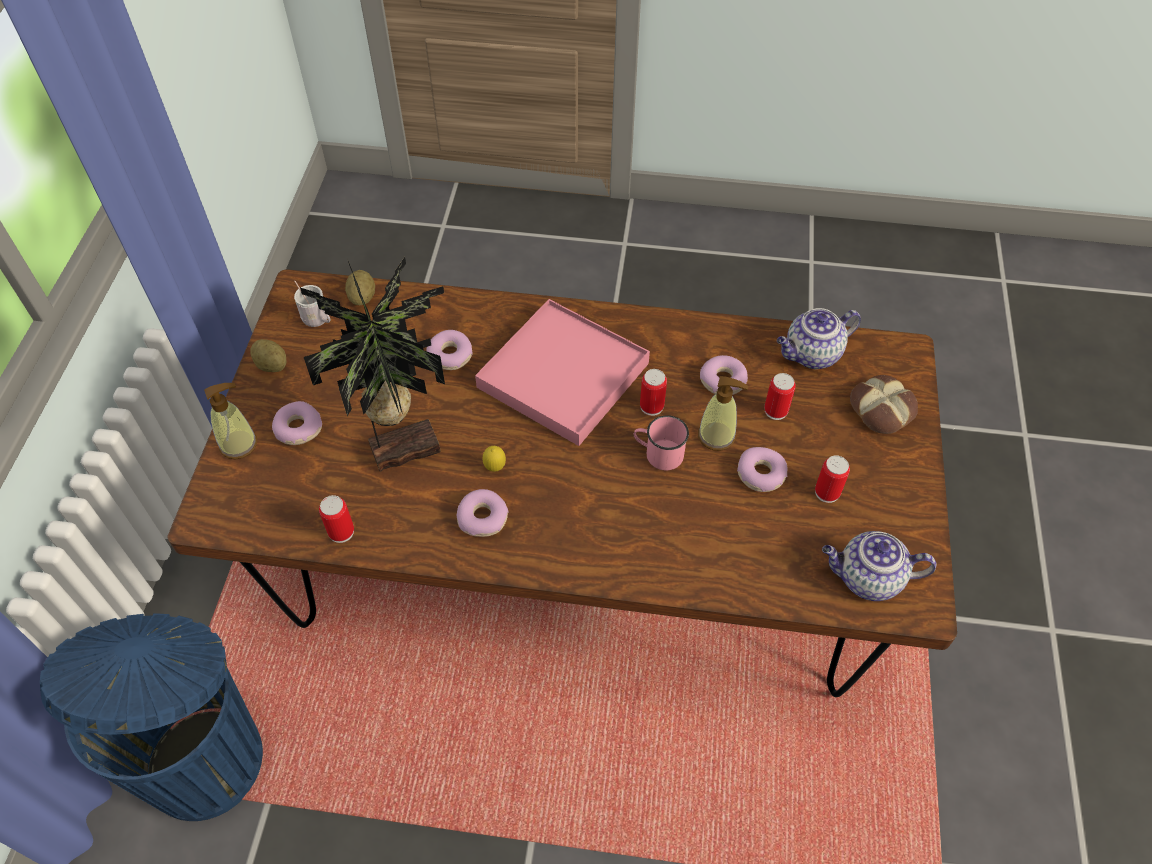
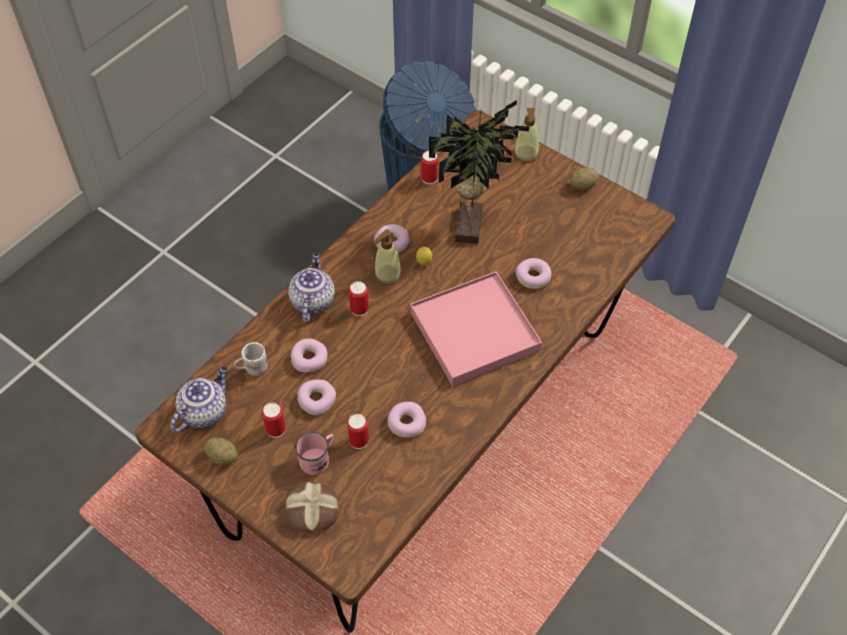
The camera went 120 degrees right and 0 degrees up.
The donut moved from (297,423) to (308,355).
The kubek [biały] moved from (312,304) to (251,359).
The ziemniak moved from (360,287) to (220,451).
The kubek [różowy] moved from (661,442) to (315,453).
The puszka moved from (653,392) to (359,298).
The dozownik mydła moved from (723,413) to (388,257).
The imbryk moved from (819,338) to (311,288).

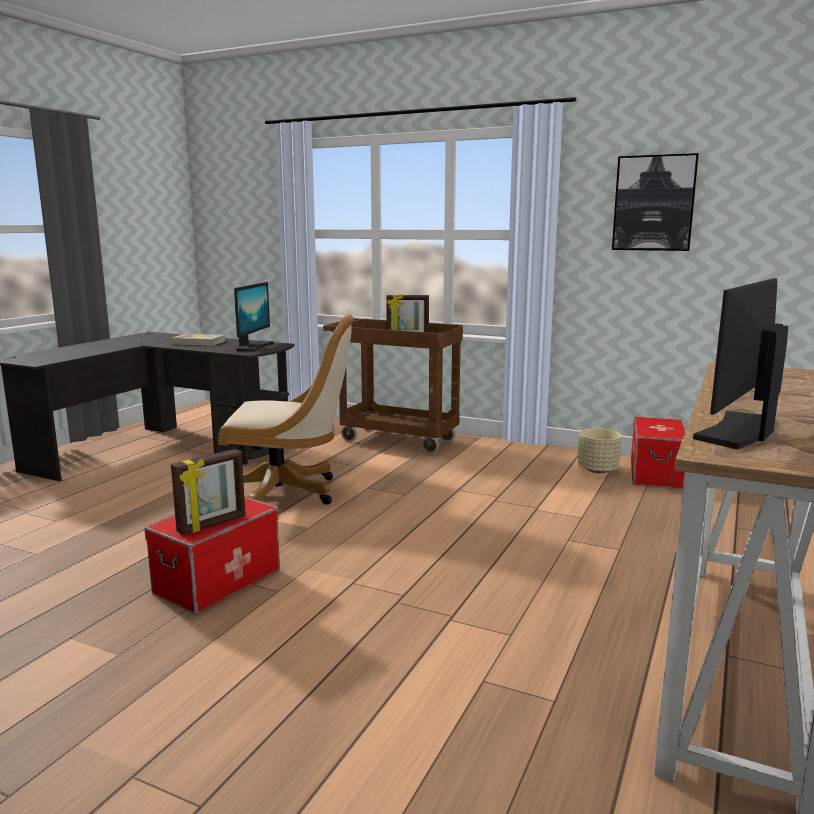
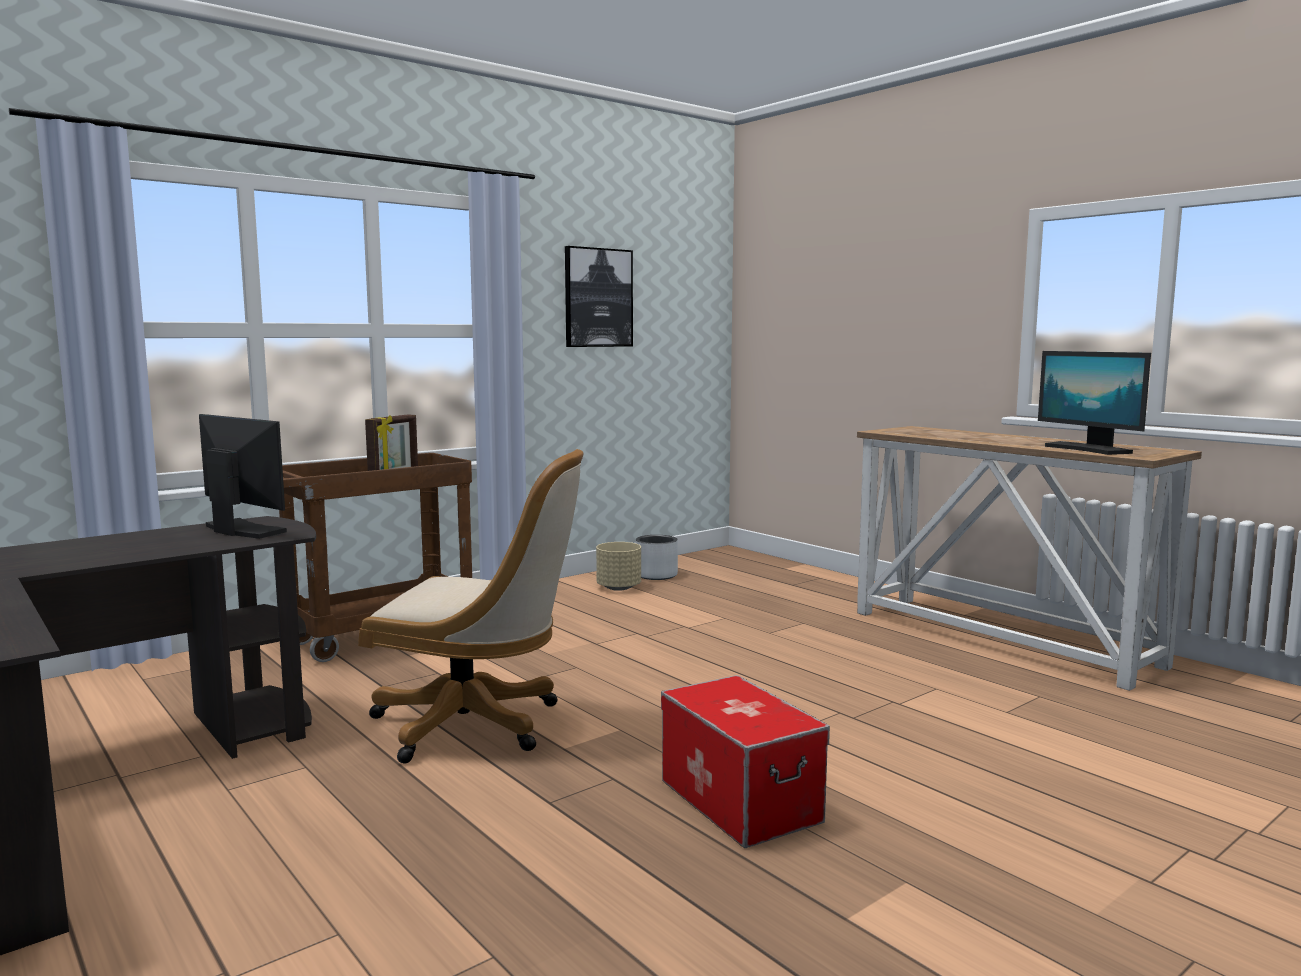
The camera went 65 degrees left and 5 degrees down.
The książka at (198,340) disappeared.
The ramka na zdjęcie at (208,492) disappeared.
The krzesło biurowe at (286,410) turned 75 degrees clockwise.
The pojemnik do przechowywania at (658,453) was replaced by the donica [szary] at (657,557).

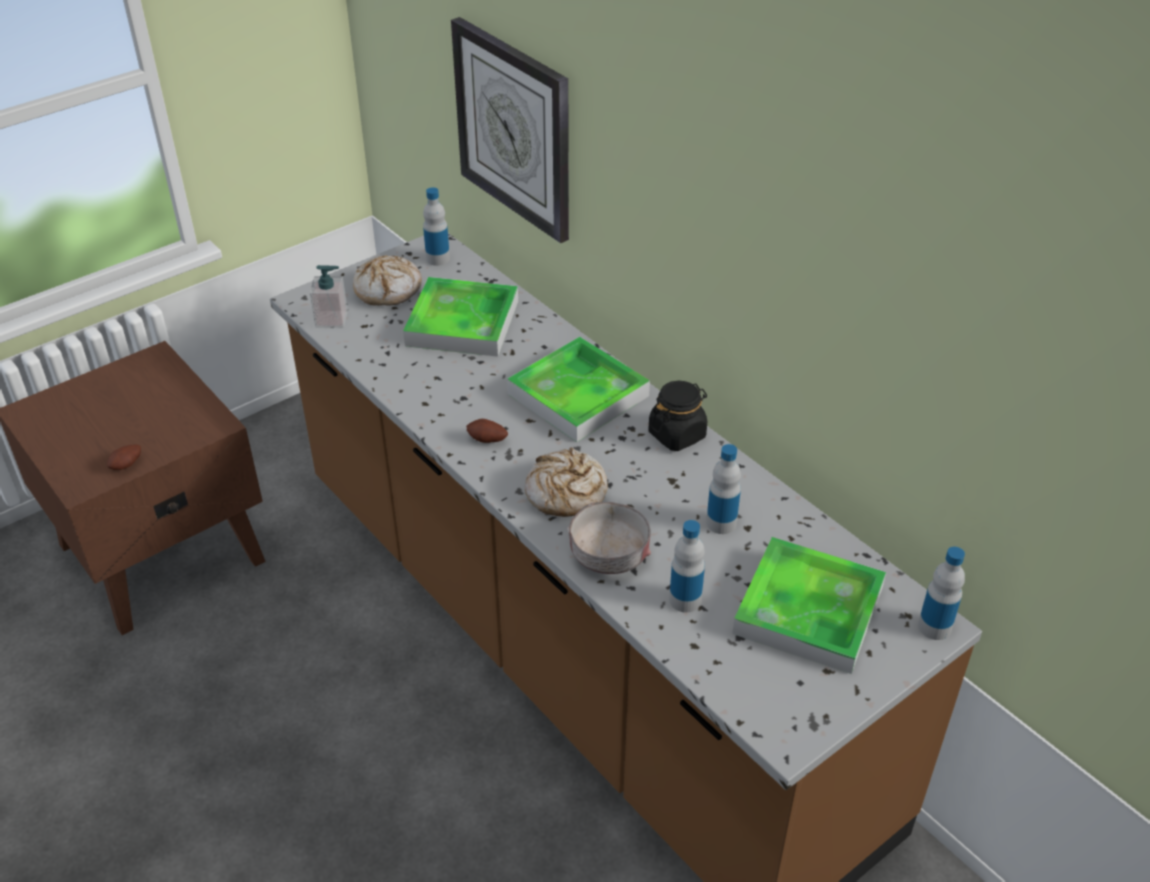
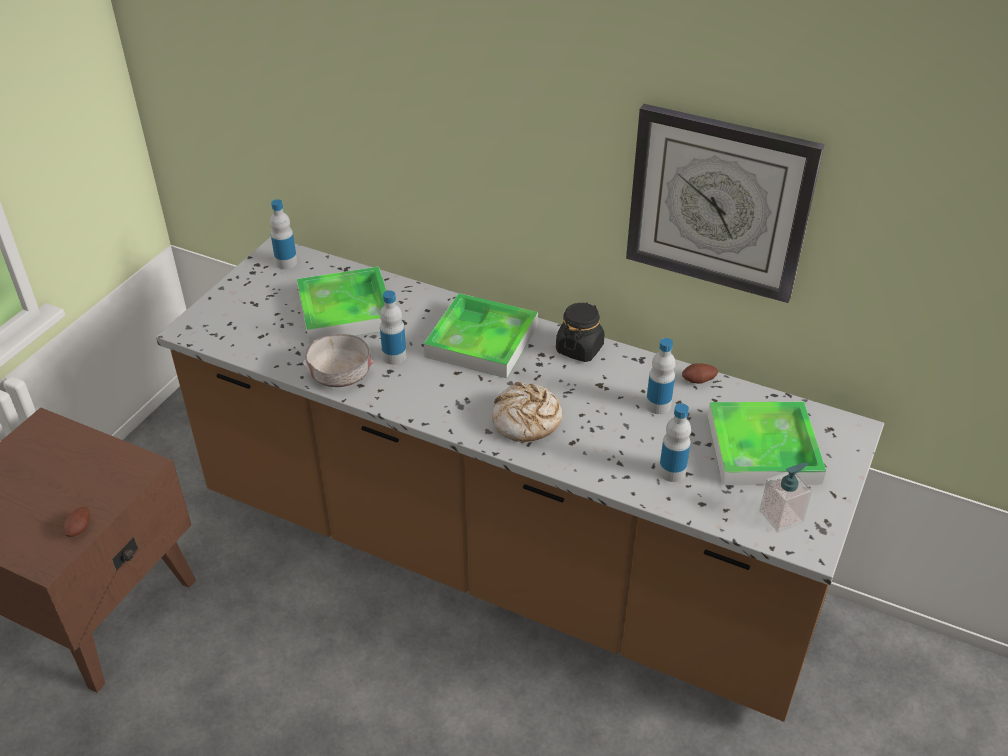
The camera went 25 degrees left and 0 degrees up.
The dozownik mydła moved from (329,296) to (785,497).
The chleb at (387,280) disappeared.
The zegar ścienny moved from (510,130) to (725,203).
The ziemniak moved from (487,431) to (700,373).
The miska [szary] moved from (609,538) to (338,360).
The butelka moved from (941,593) to (393,327).

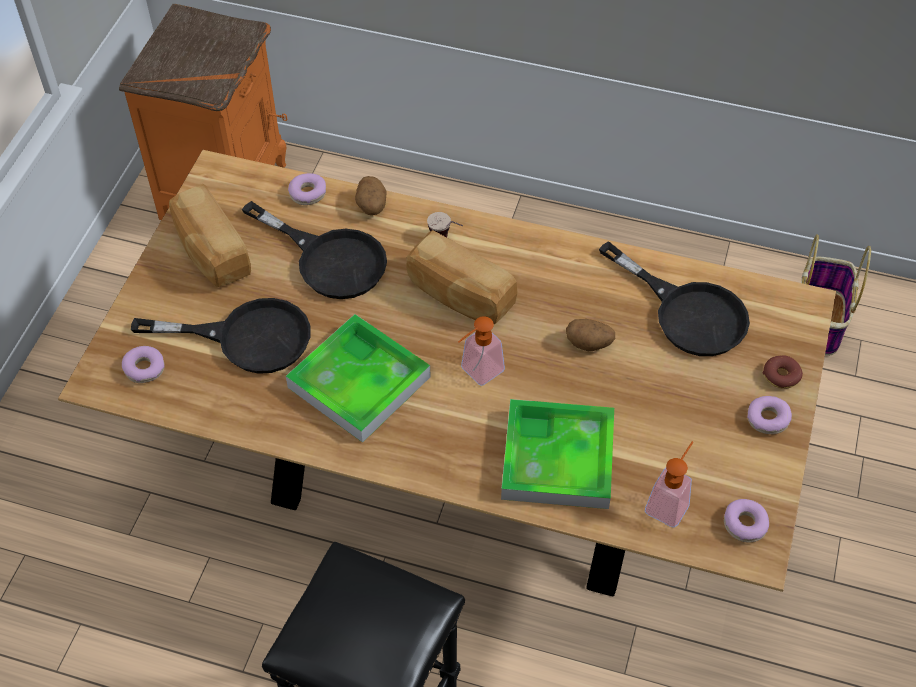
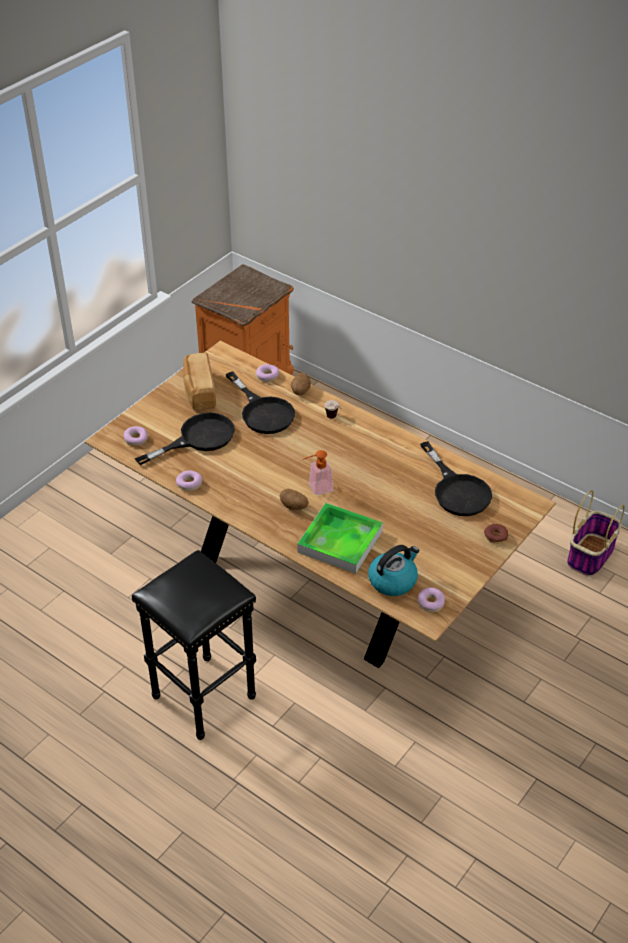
The camera went 20 degrees right and 10 degrees down.
The patelnia [czarny] at (221,336) turned 60 degrees counterclockwise.
The taca at (358,378) disappeared.
The chleb at (461,277) disappeared.
The ziemniak moved from (590,335) to (294,499).
The dozownik mydła at (669,484) was replaced by the czajnik at (393,570).
The donut moved from (769,415) to (189,481).

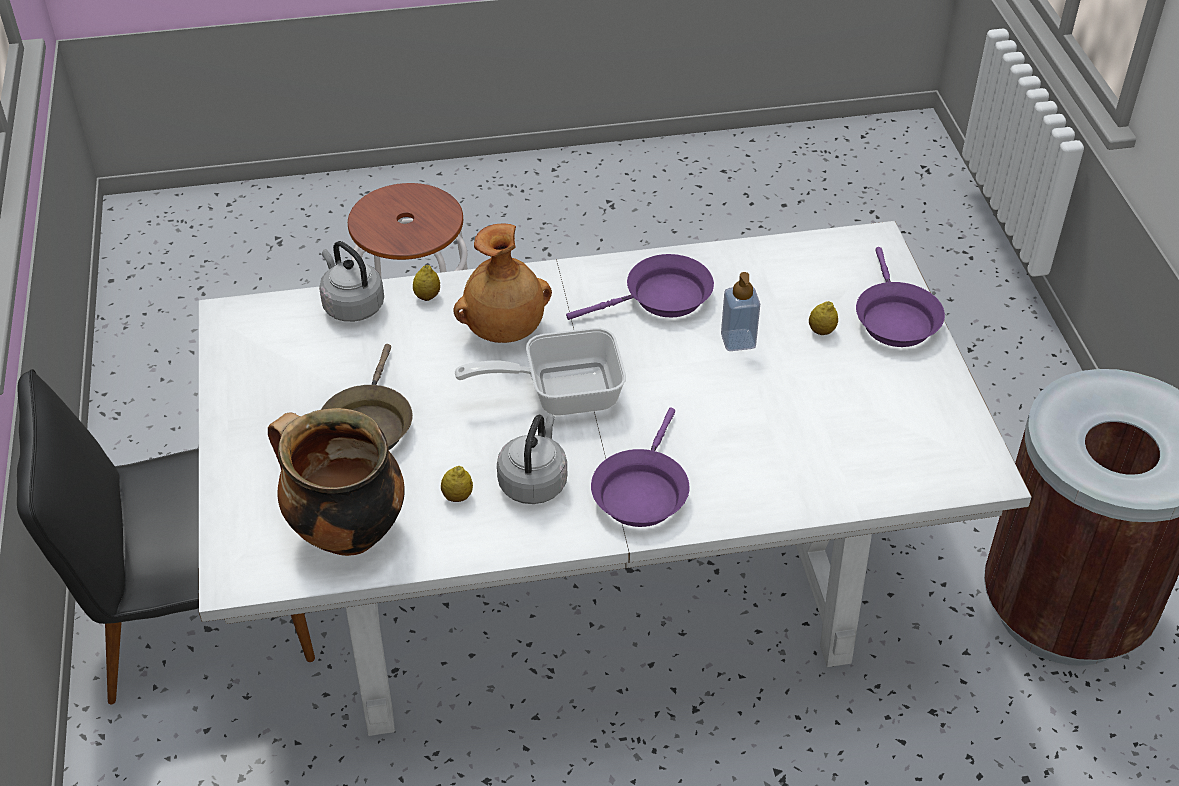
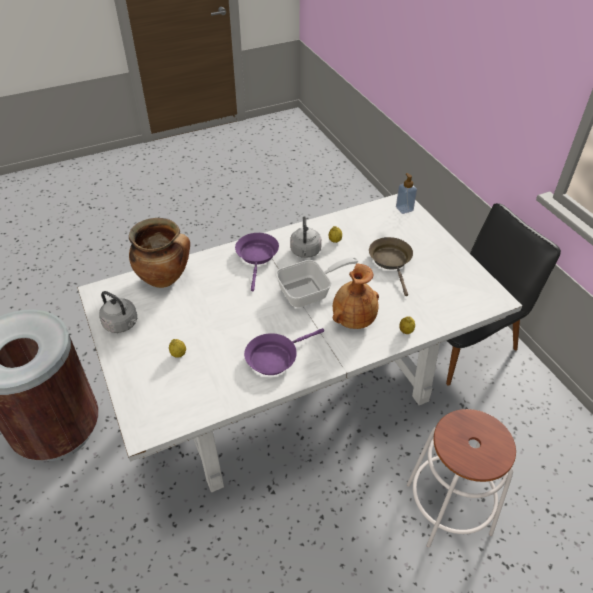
The camera went 165 degrees right and 0 degrees up.
The garnek moved from (336,482) to (159,253).
The czajnik [szary] moved from (351,281) to (118,312).
The dozownik mydła moved from (740,311) to (406,193).
The patelnia [fioletowy] at (900,297) disappeared.

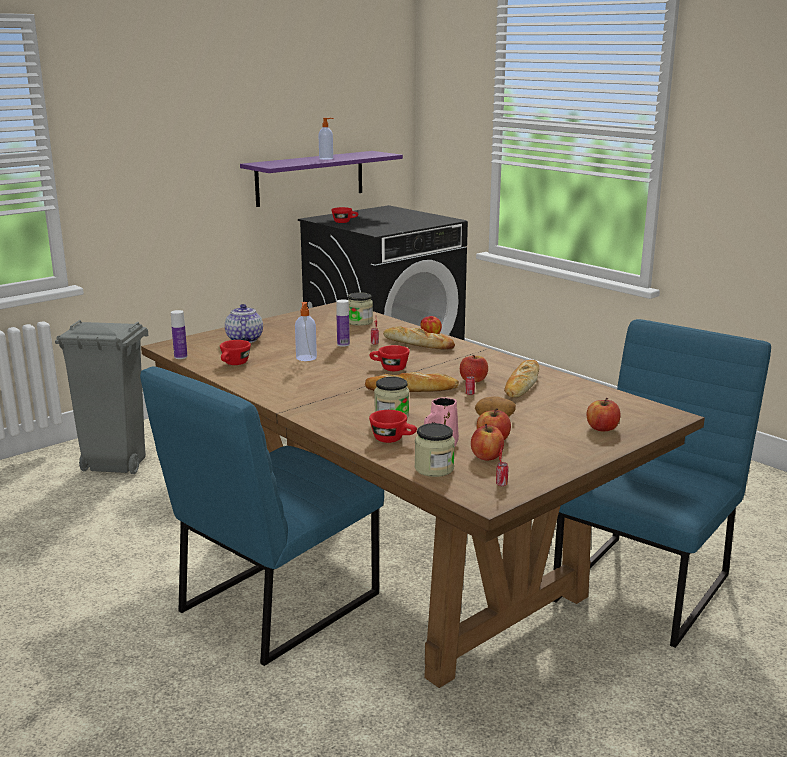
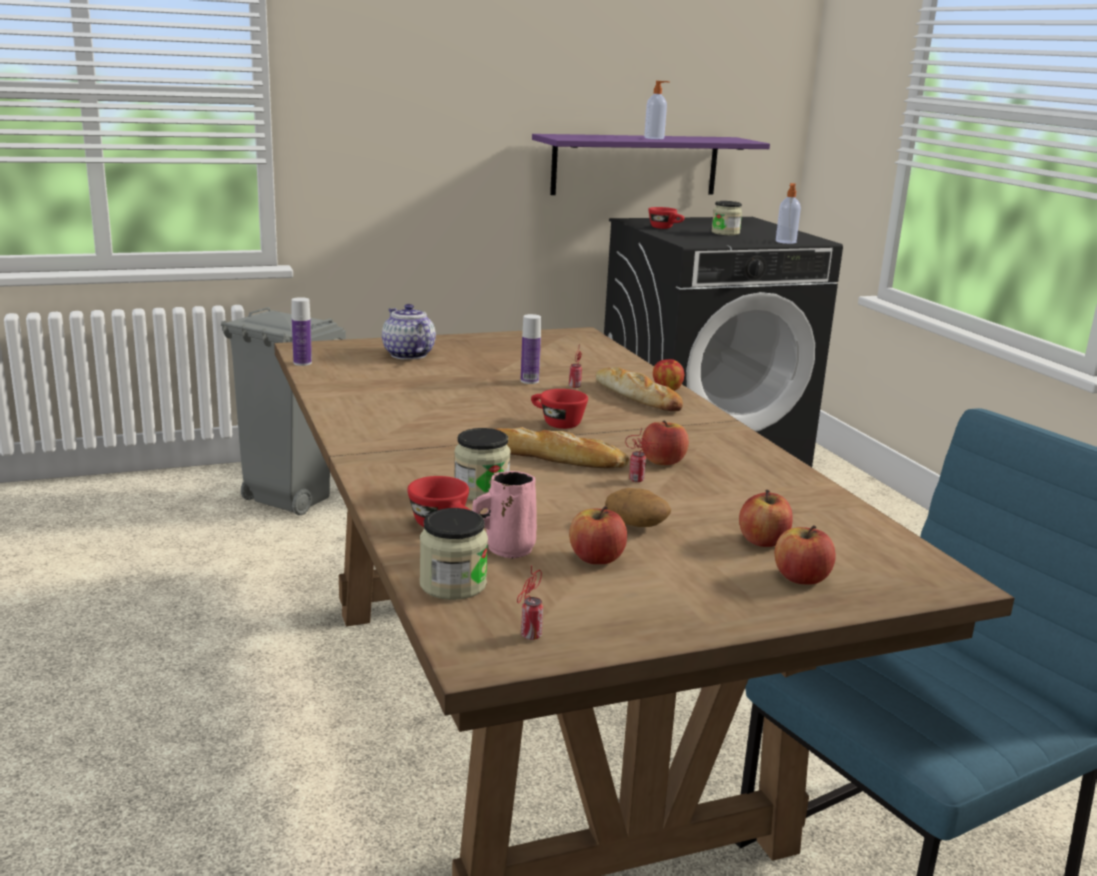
The camera went 20 degrees right and 0 degrees up.
The krzesło [niebieski] at (262,516) disappeared.
The filiżanka [czerwony] at (235,352) disappeared.
The imbryk at (244,323) turned 45 degrees counterclockwise.
The dozownik mydła moved from (306,331) to (788,213).
The słoik moved from (360,309) to (726,218).
The jabłko moved from (487,442) to (766,518).
The chleb at (521,379) disappeared.

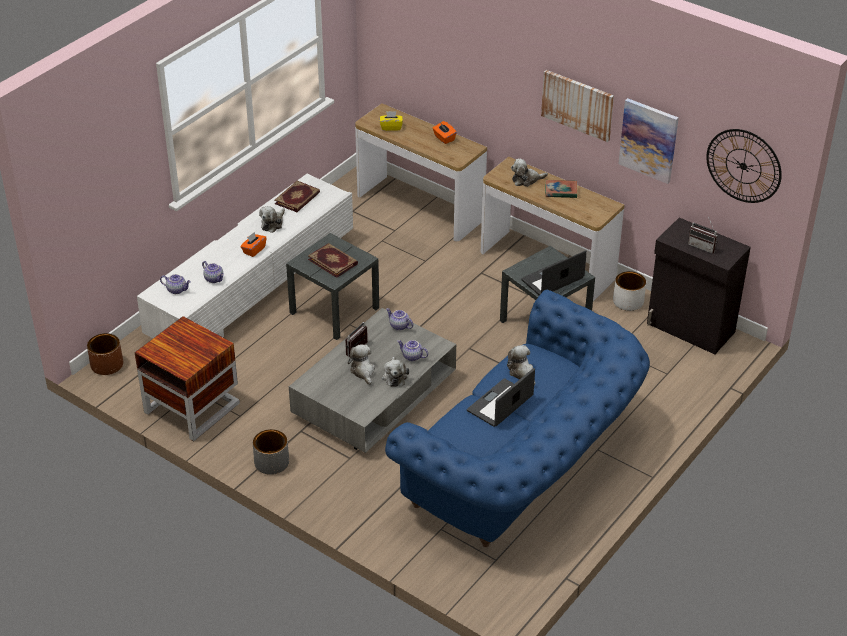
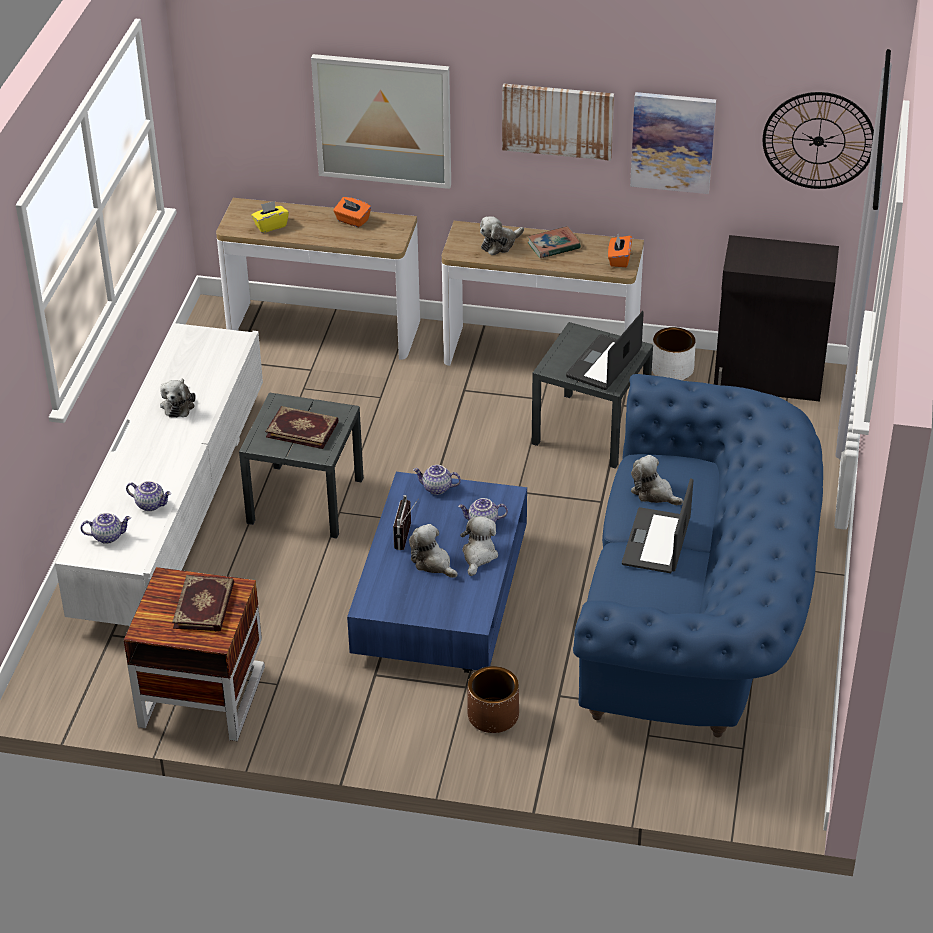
The camera went 25 degrees left and 0 degrees up.
The donica [brązowy] moved from (105,354) to (493,699).
The pudełko chusteczek [pomarańczowy] moved from (253,244) to (620,250).
The donica [szary] at (271,452) disappeared.
The książka moved from (297,196) to (203,603).
The ława [szary] at (372,380) became the ława [niebieski] at (437,572).
The pluszak at (395,371) turned 135 degrees counterclockwise.
The radio at (703,235) disappeared.
The obraz at (381,121) appeared.

